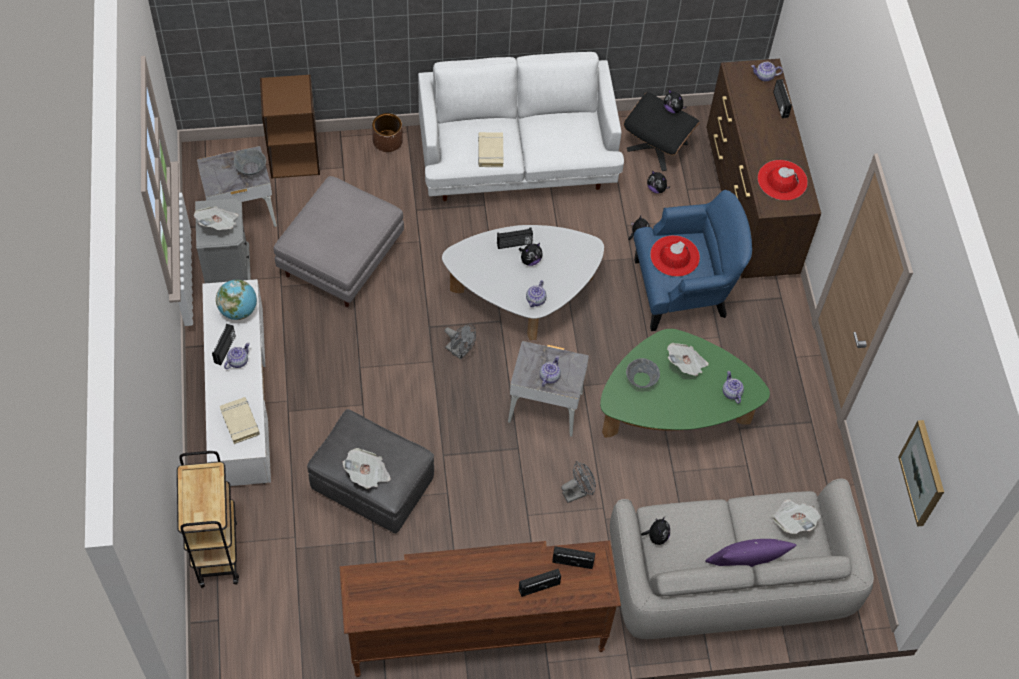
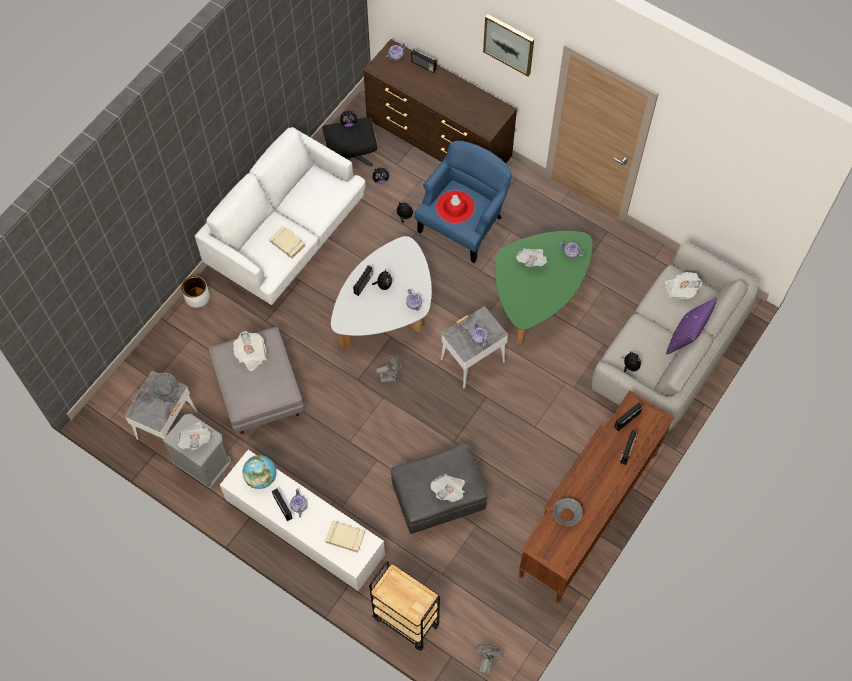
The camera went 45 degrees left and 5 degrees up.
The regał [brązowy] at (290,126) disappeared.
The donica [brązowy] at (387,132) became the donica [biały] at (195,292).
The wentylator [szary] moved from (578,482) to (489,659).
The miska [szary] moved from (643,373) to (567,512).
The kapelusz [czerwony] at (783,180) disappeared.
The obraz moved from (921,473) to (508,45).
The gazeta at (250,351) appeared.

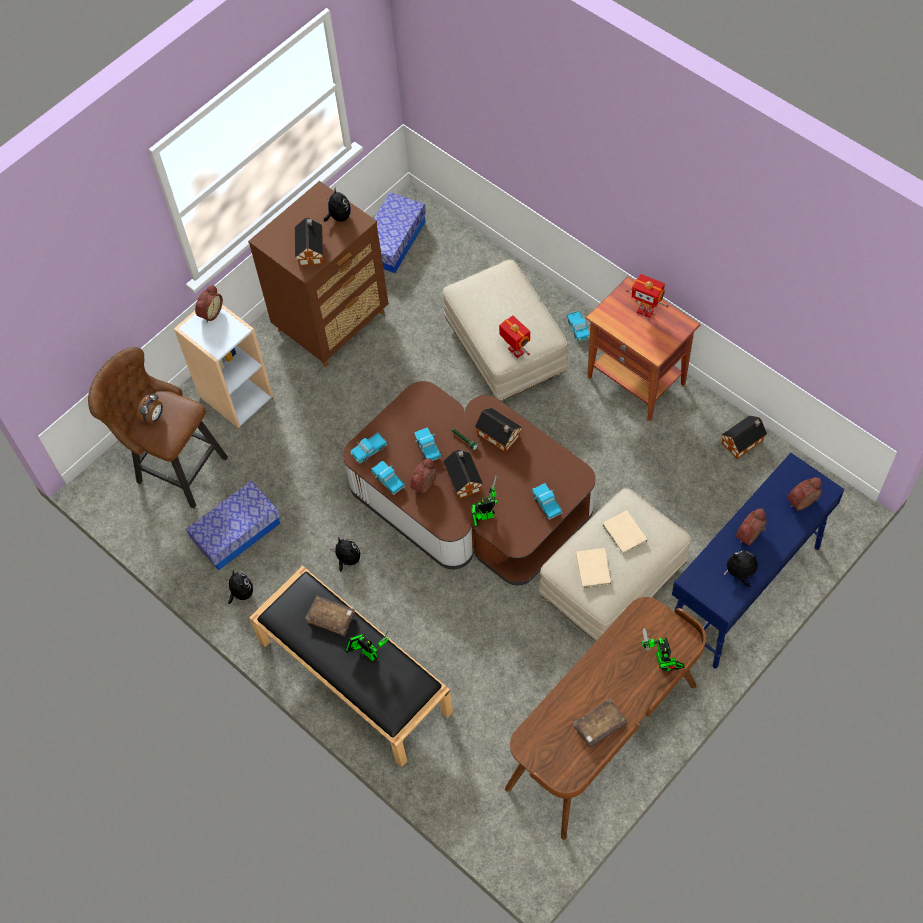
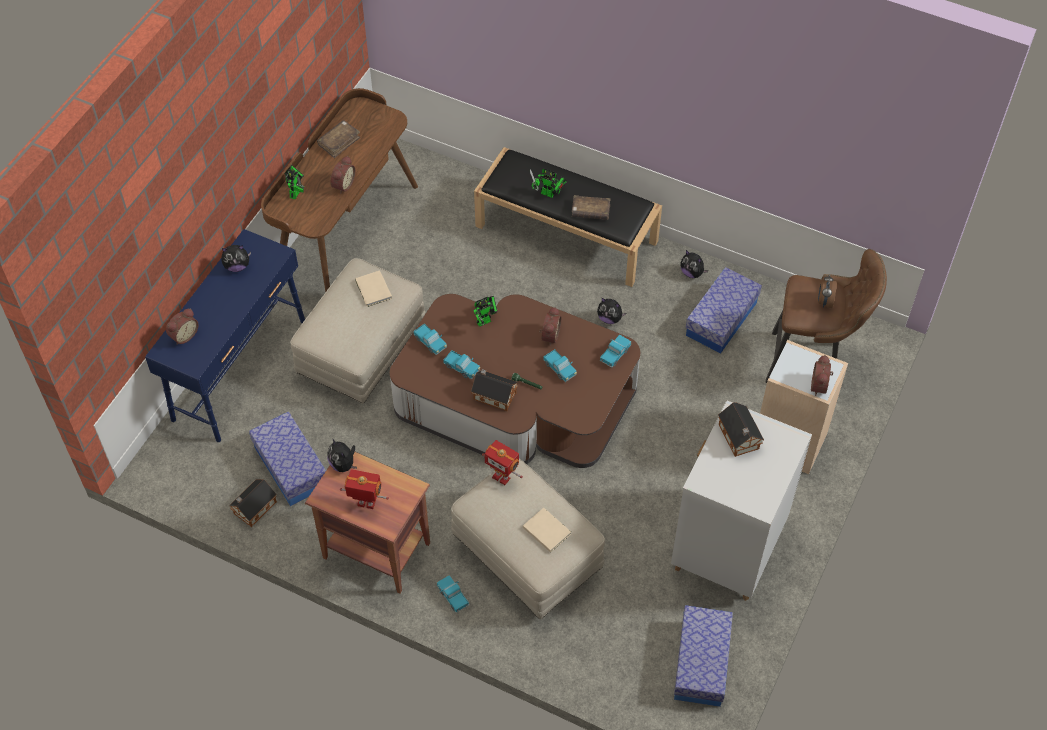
The camera went 160 degrees right and 5 degrees down.
The komoda [brązowy] at (318,274) became the komoda [biały] at (741,500).
The pluszak moved from (337,205) to (342,455).
The ciężarówka zabawkowa moved from (388,478) to (461,364).
The domek at (463,474) disappeared.
The książka [beżowy] moved from (625,532) to (547,530).
The robot zabawkowy at (663,649) turned 45 degrees clockwise.
The budzik moved from (751,526) to (343,175).
The pojemnik do przechowywania at (287,458) appeared.

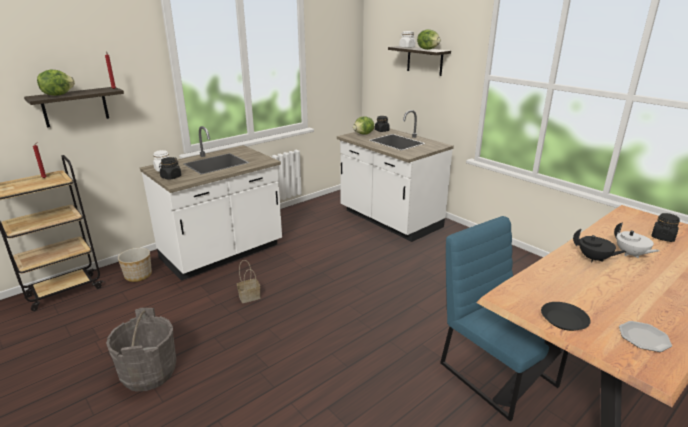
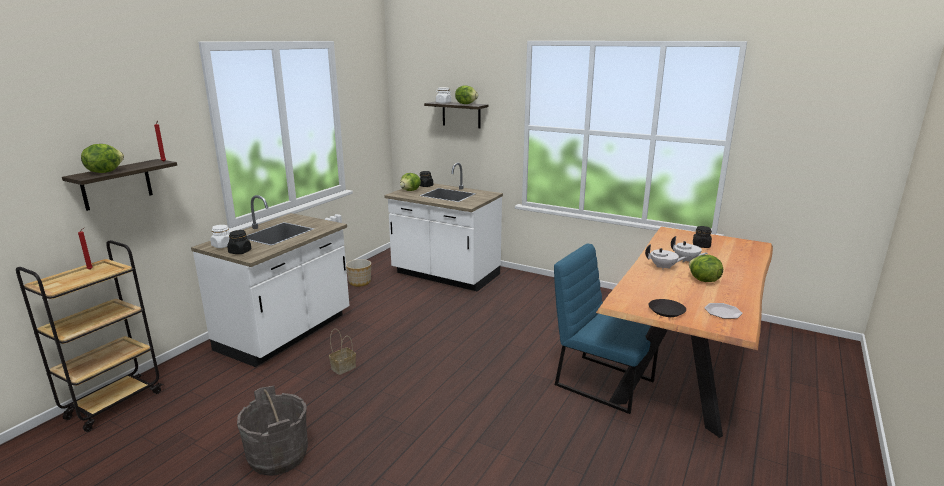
The camera went 20 degrees left and 5 degrees down.
The donica moved from (135,265) to (358,273).
The imbryk [czarny] at (599,245) became the imbryk [biały] at (665,256).
The sałata at (706,268) appeared.

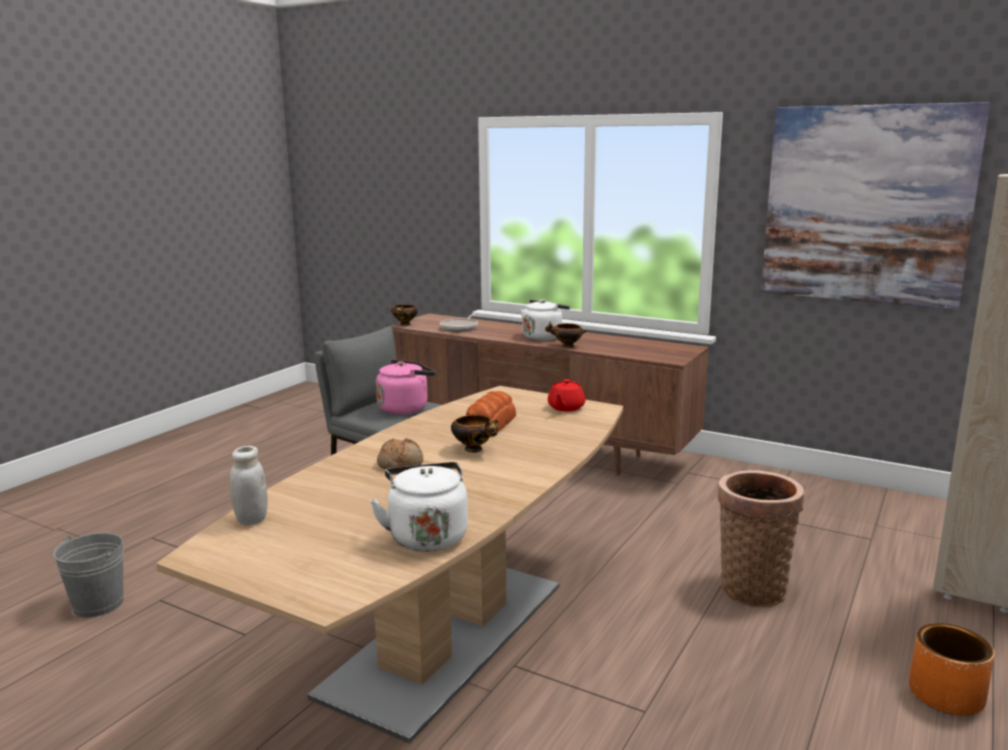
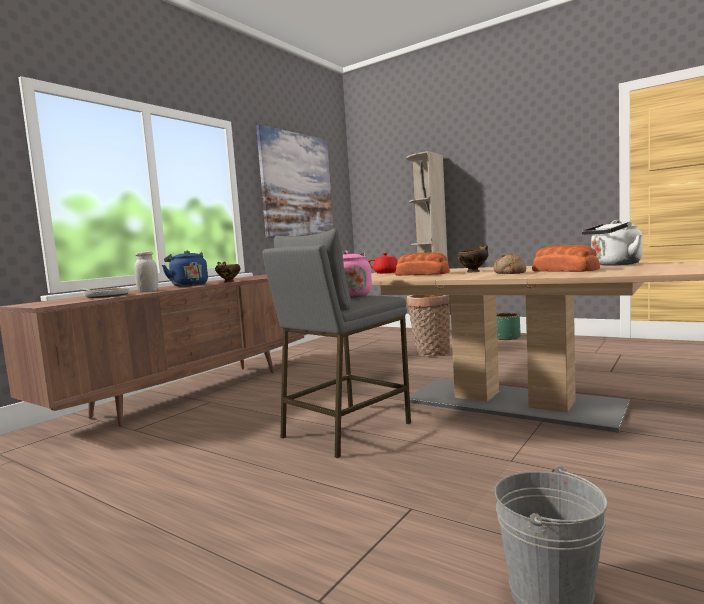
The camera went 85 degrees left and 10 degrees down.
The słoik [biały] moved from (249,486) to (146,271).
The miska at (404,315) disappeared.
The czajnik [biały] at (545,320) became the czajnik [niebieski] at (185,269).
The donica [pomarańczowy] at (952,669) became the donica [zielony] at (509,326).
The chleb at (566,258) appeared.

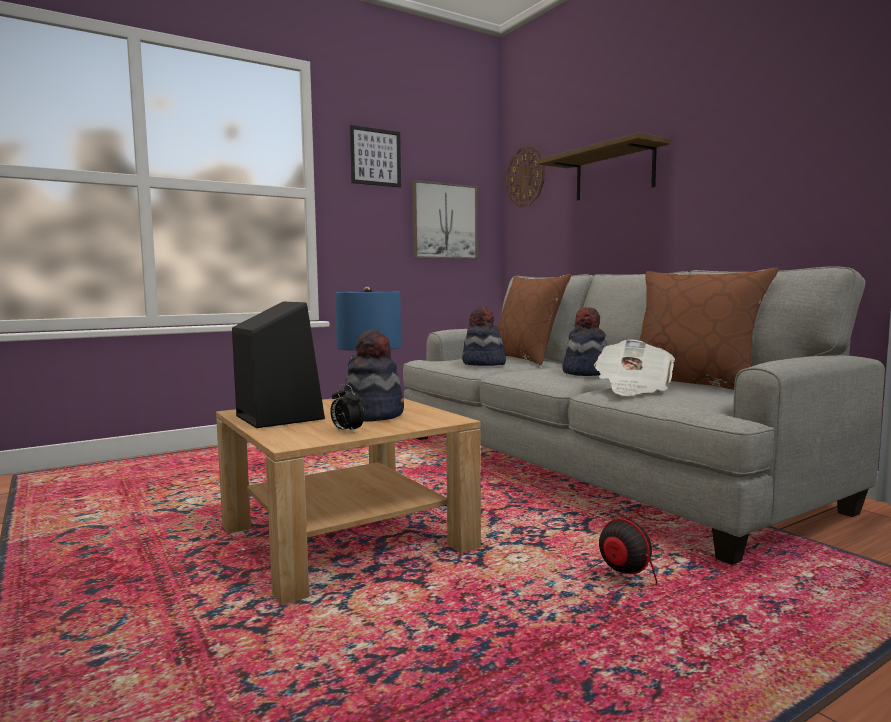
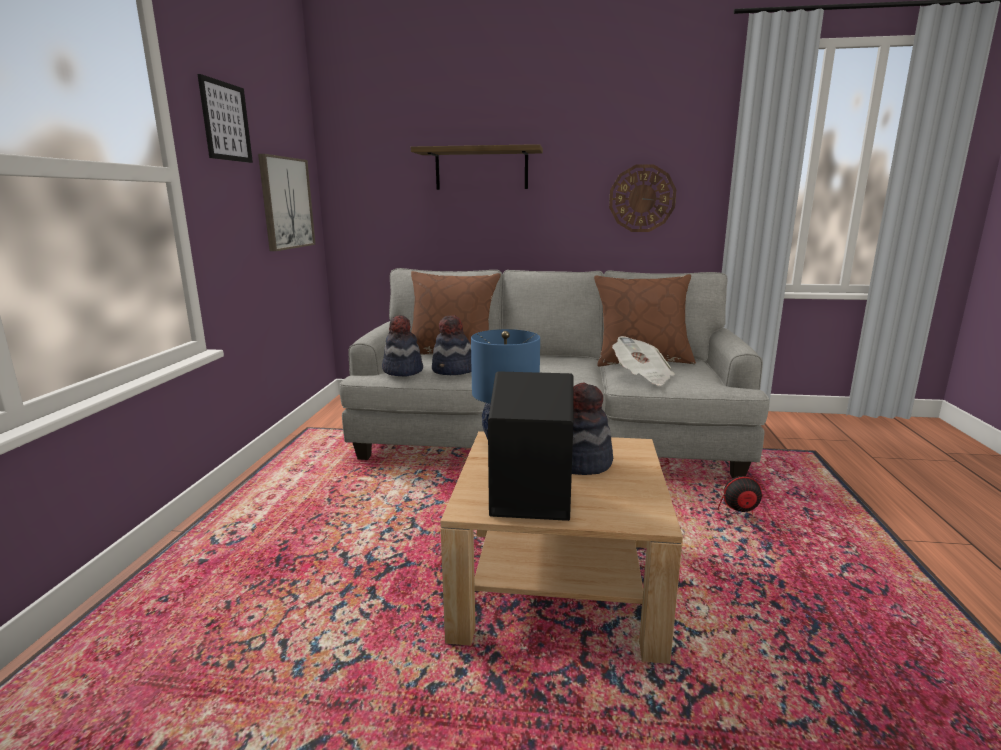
The camera went 50 degrees left and 10 degrees up.
The budzik at (347,408) disappeared.
The zegar ścienny moved from (525,176) to (642,198).
The kapelusz moved from (585,341) to (402,346).

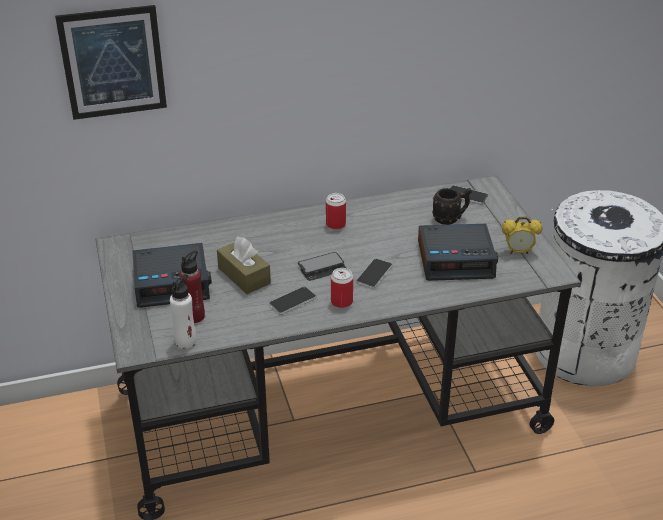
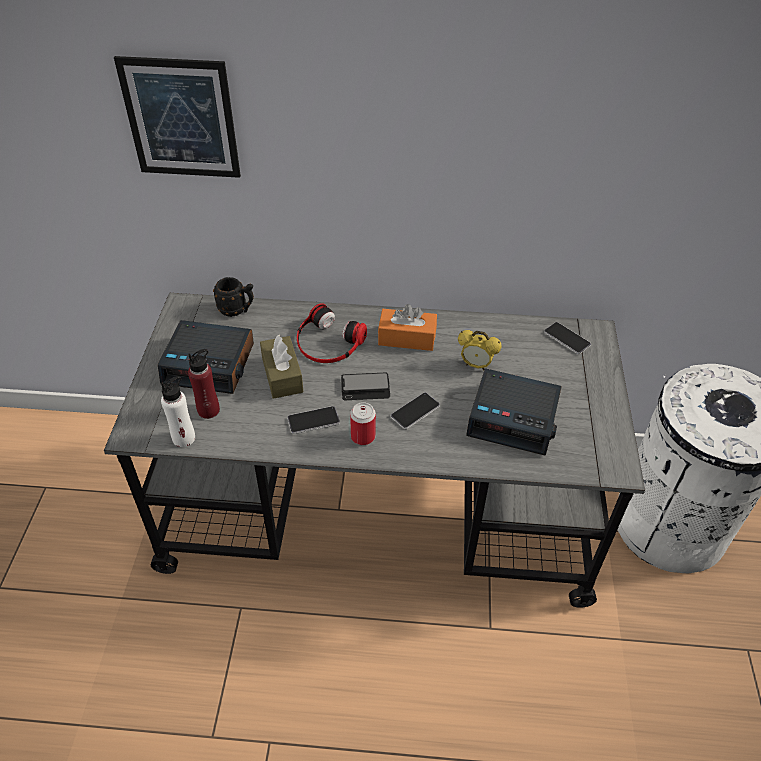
The camera went 20 degrees right and 10 degrees up.
The puszka at (336,211) was replaced by the pudełko chusteczek [pomarańczowy] at (407,327).
The kubek [czarny] moved from (452,206) to (233,297).
The budzik moved from (522,235) to (480,350).
The słuchawki at (332,333) appeared.

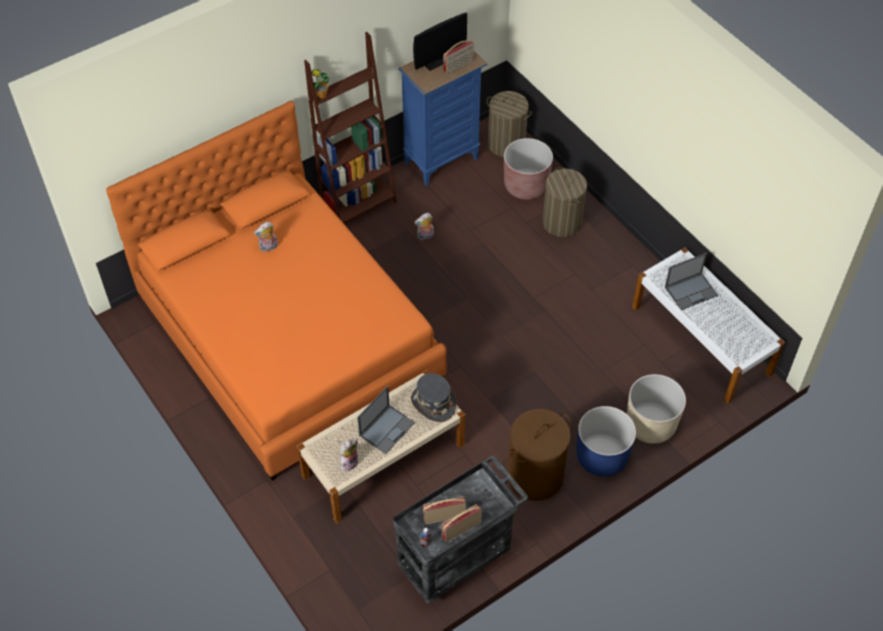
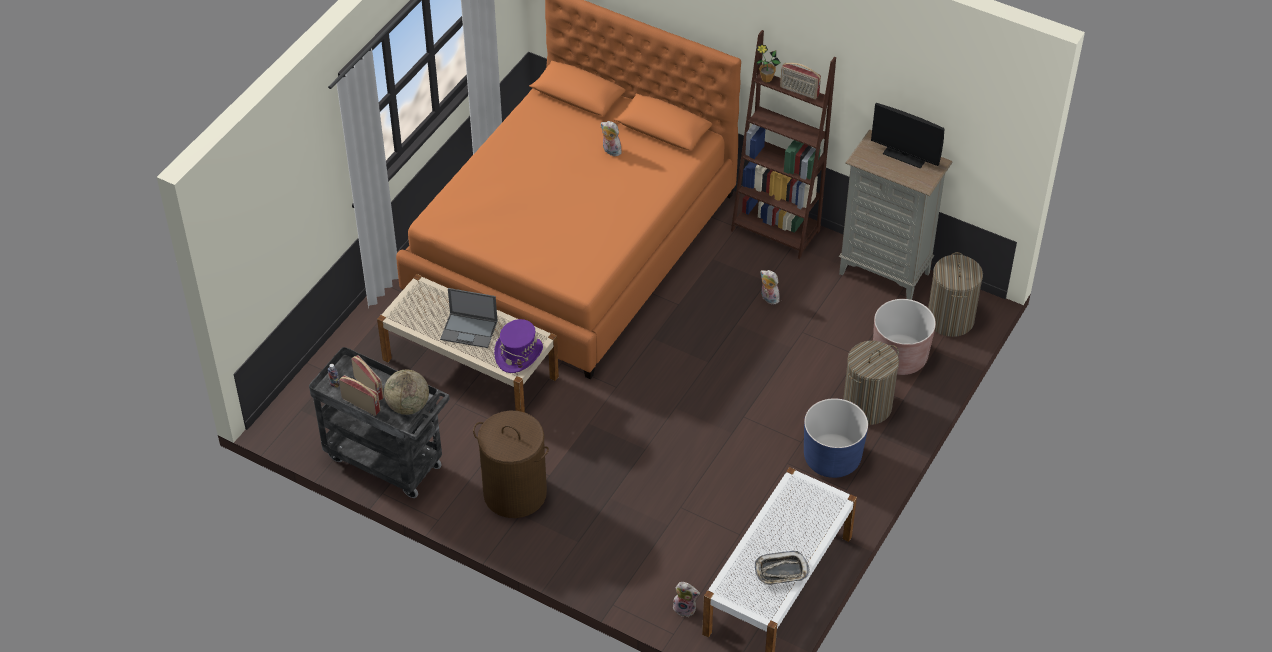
The camera went 65 degrees right and 5 degrees down.
The pluszak moved from (349,454) to (686,599).
The komoda [niebieski] at (443,118) became the komoda [szary] at (896,215).
The kapelusz [szary] at (433,397) became the kapelusz [fioletowy] at (518,346).
The radio moved from (458,57) to (800,81).
The donica [niebieski] moved from (606,441) to (836,438).
The donica [beżowy] at (656,409) disappeared.
The laptop at (691,281) disappeared.
The globus at (406,392) appeared.
The taca at (782,568) appeared.

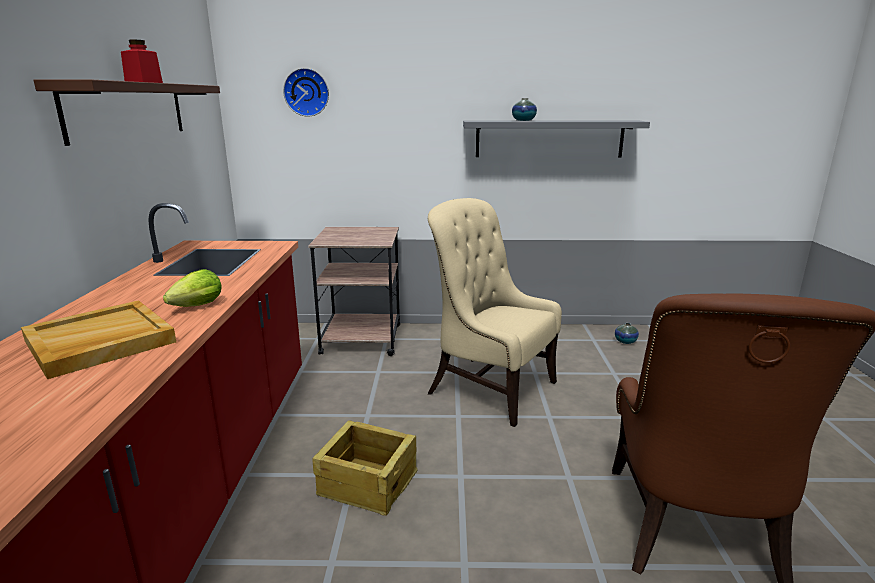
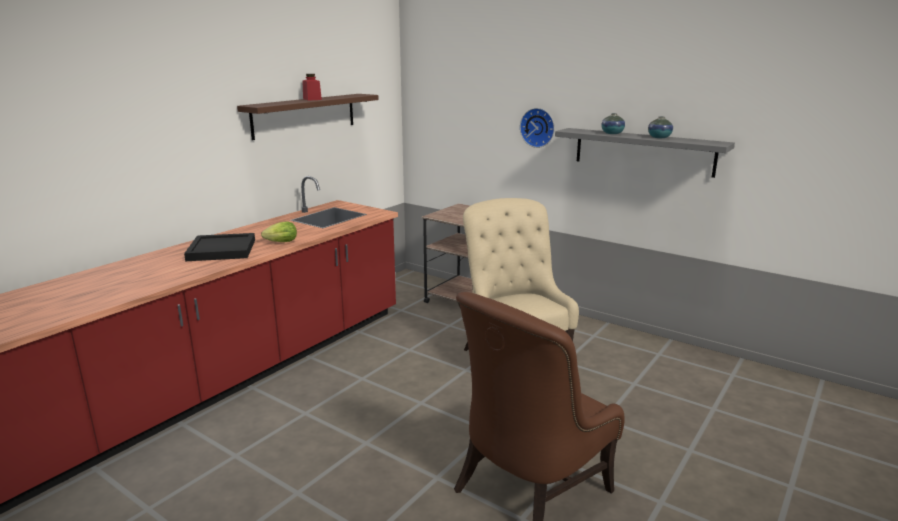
The camera went 35 degrees right and 0 degrees up.
The taca [beżowy] at (98,339) became the taca [czarny] at (219,247).
The zegar ścienny moved from (306,92) to (537,128).
The skrzynka at (365,468) disappeared.
The wazon moved from (627,333) to (660,127).

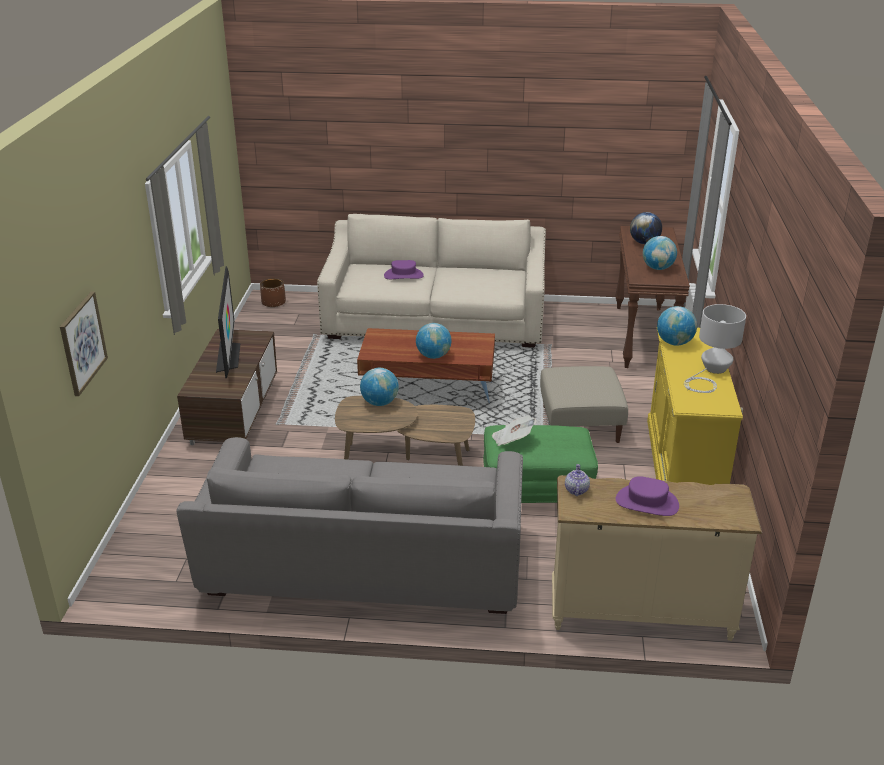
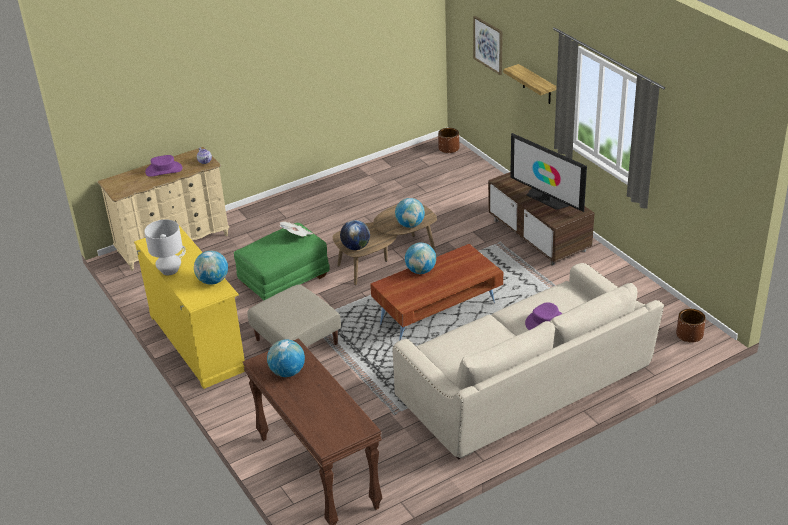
The camera went 145 degrees right and 5 degrees up.
The kanapa [szary] at (349,525) disappeared.
The globus moved from (646,228) to (355,235).
The donica [brązowy] at (448,140) appeared.
The półka at (529,84) appeared.

